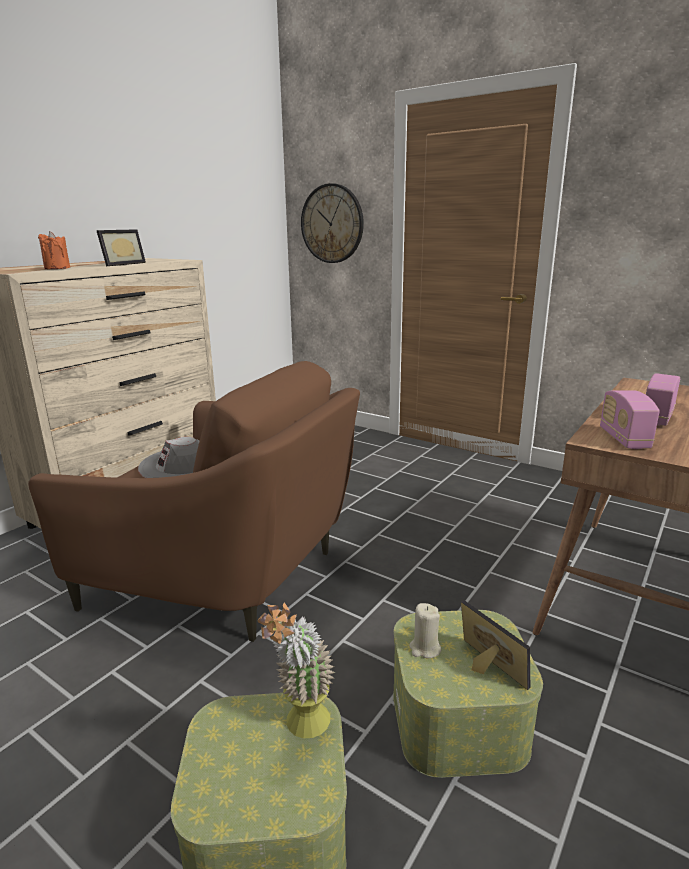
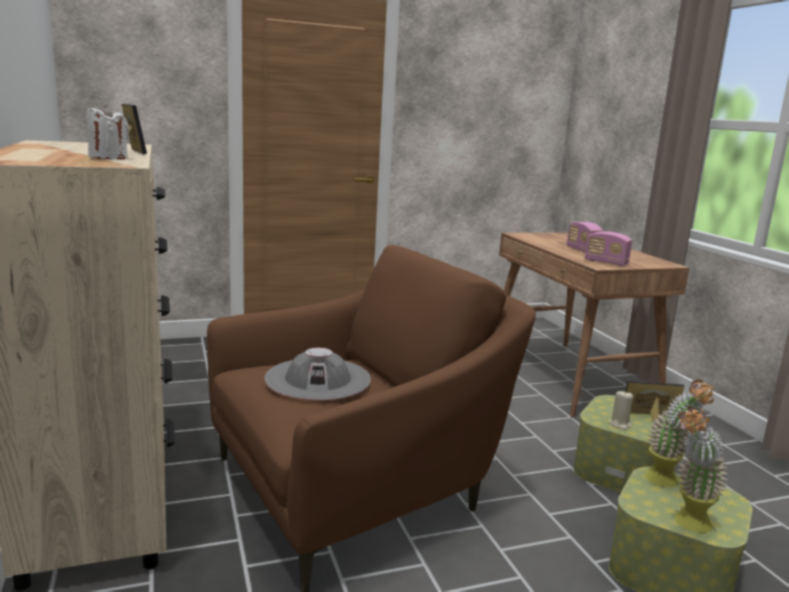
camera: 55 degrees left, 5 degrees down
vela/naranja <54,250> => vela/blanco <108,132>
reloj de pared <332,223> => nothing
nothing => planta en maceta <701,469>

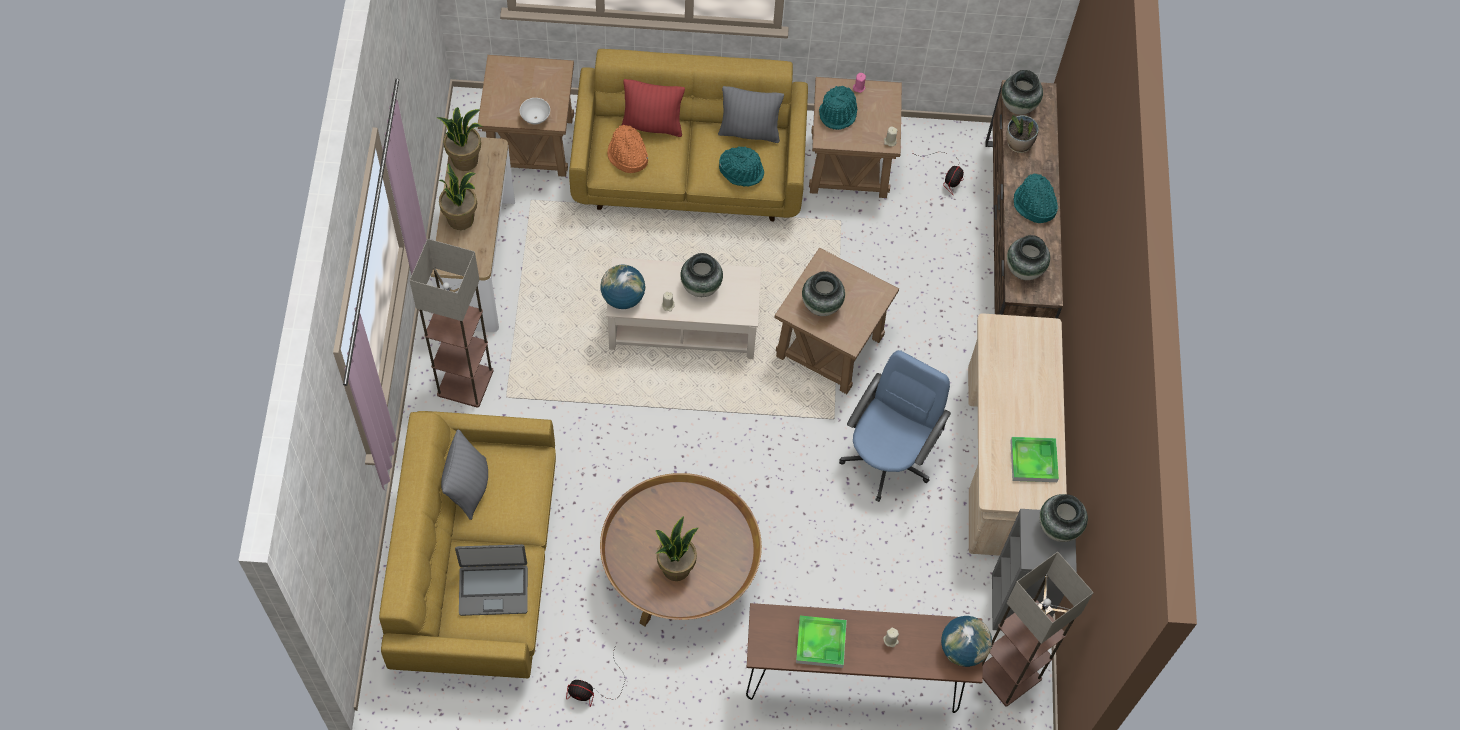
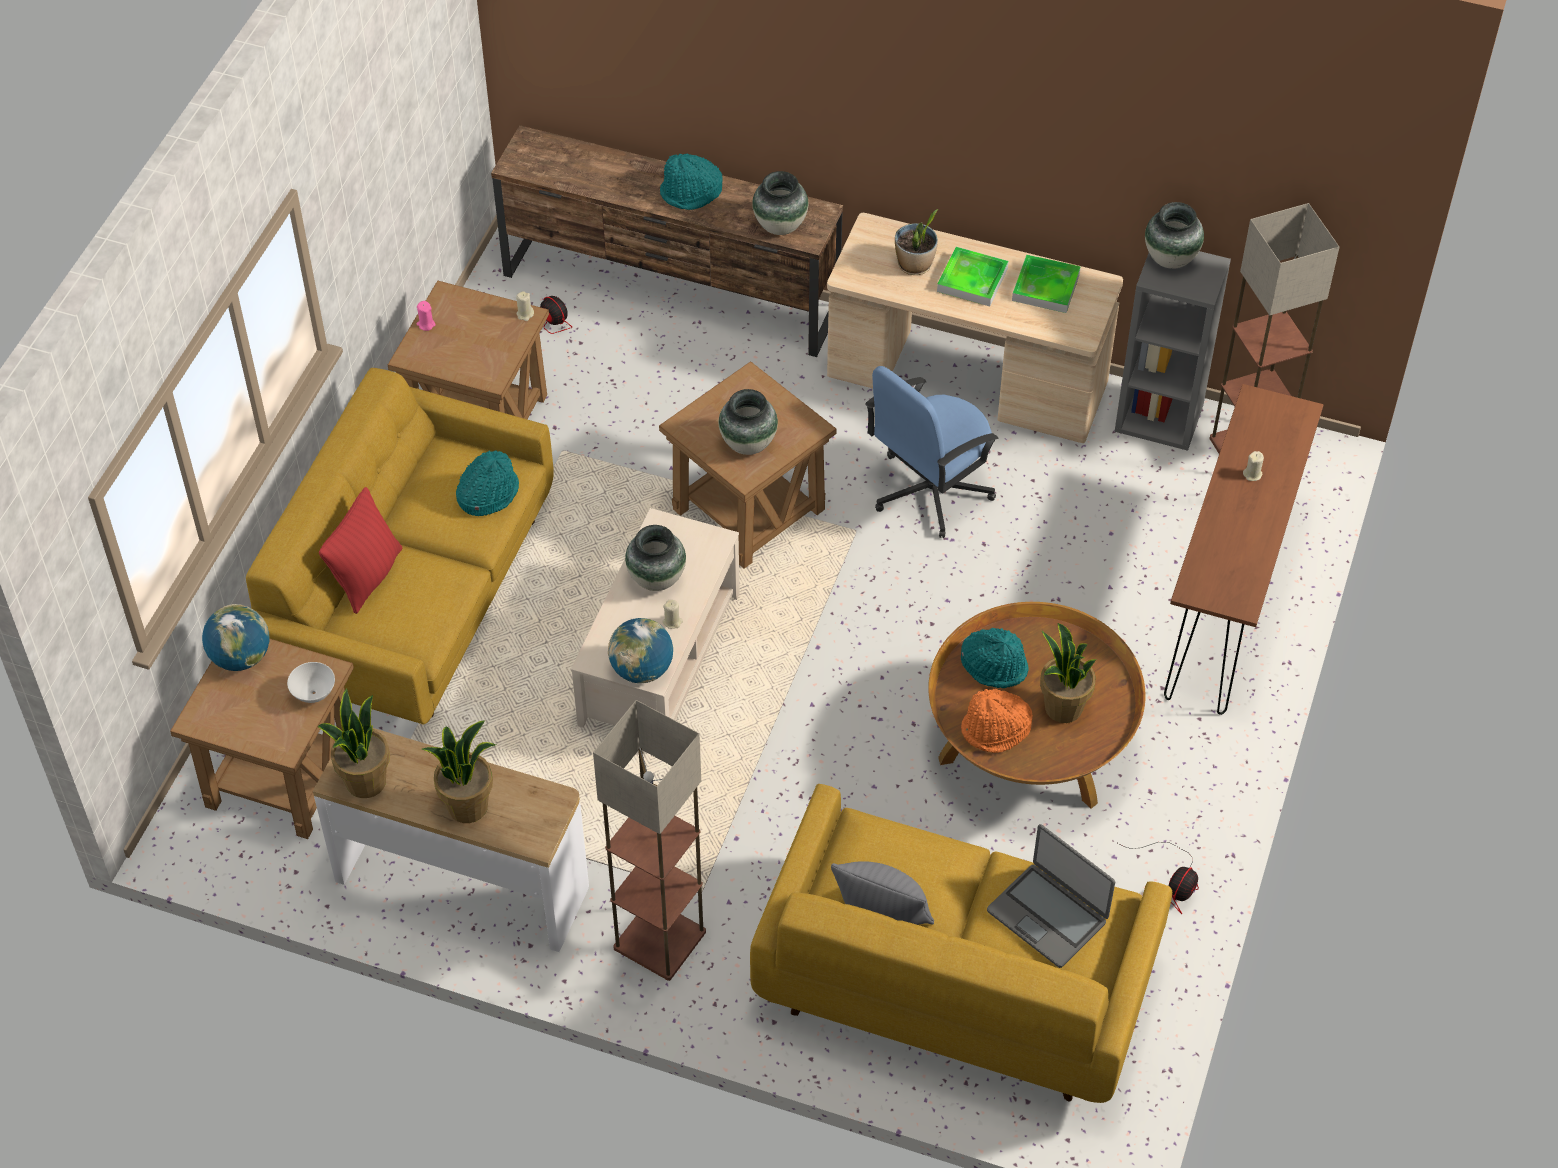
camera: 70 degrees left, 10 degrees down
portátil <491,580> => portátil <1051,896>, 120 degrees clockwise
sombrero/naranja <627,149> => sombrero/naranja <997,721>, move
cojín/gris <751,114> => nothing
bandeja <821,641> => bandeja <973,276>, move
sombrero/turquesa <838,108> => sombrero/turquesa <994,658>, move
silla de oficina/azul <895,426> => silla de oficina/azul <932,452>, 90 degrees counterclockwise
globo terráqueo <966,641> => globo terráqueo <235,637>, move
florero <1022,92> => nothing
planta en maceta <1023,134> => planta en maceta <916,242>, move

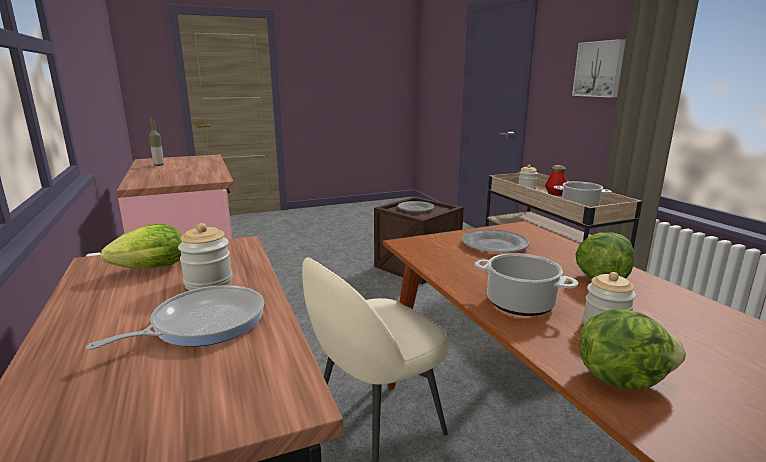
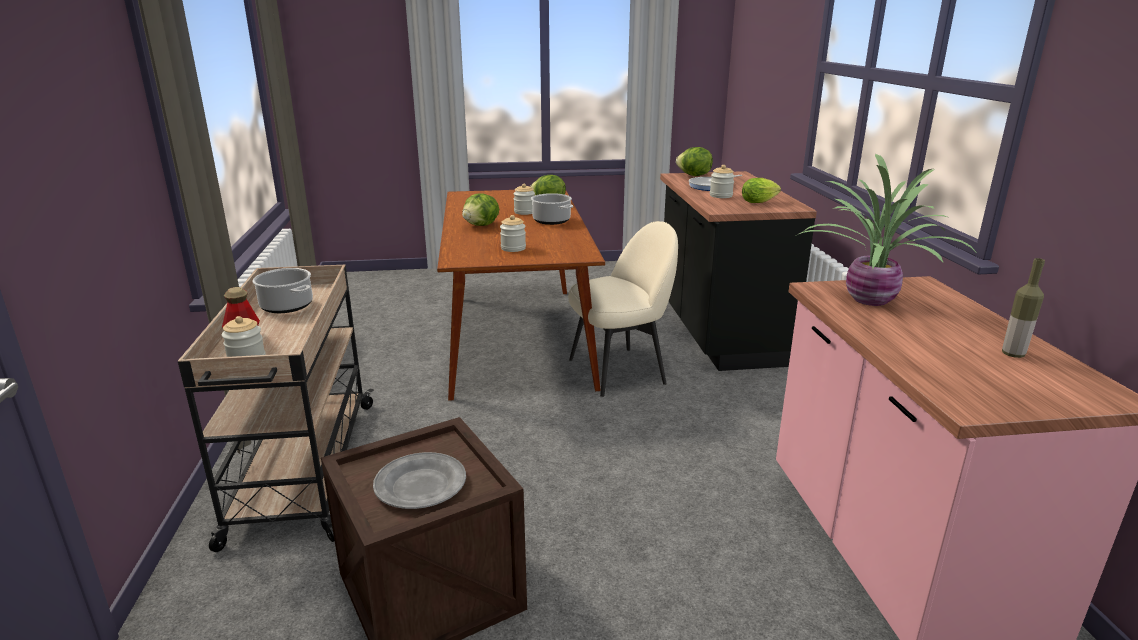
camera: 165 degrees left, 5 degrees up
plato/gris <495,241> => tarro <513,233>
cuadro <599,68> => nothing
nothing => lechuga <694,161>
nothing => planta en maceta <886,230>

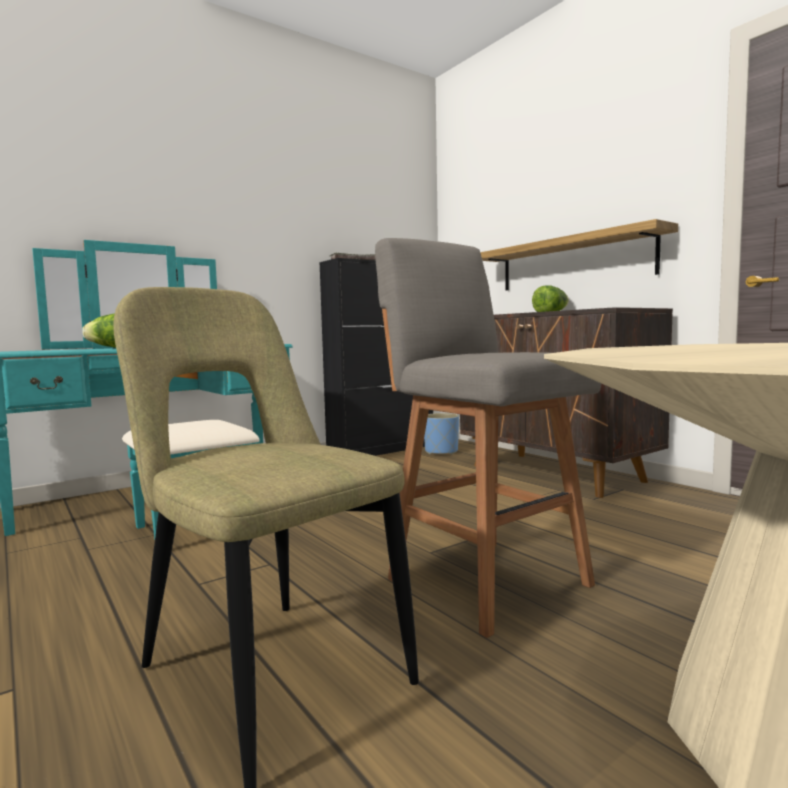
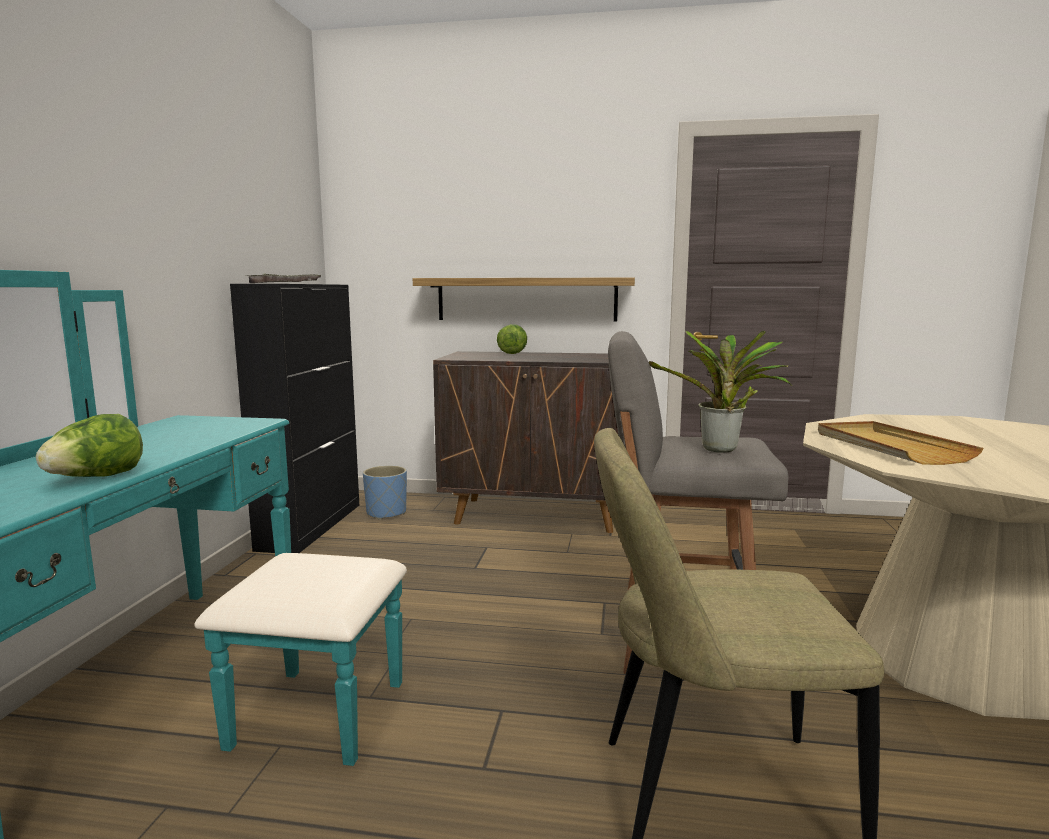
camera: 45 degrees left, 5 degrees up
nothing => planta en maceta <720,392>
nothing => bandeja/beis <900,443>

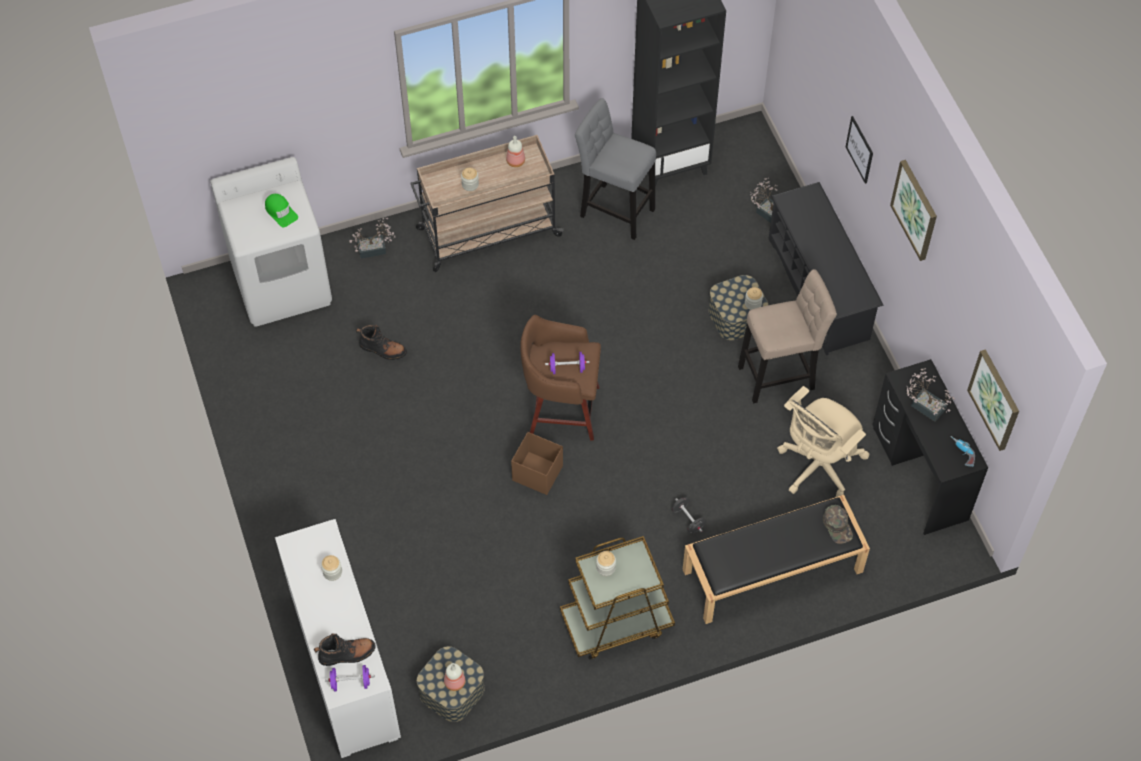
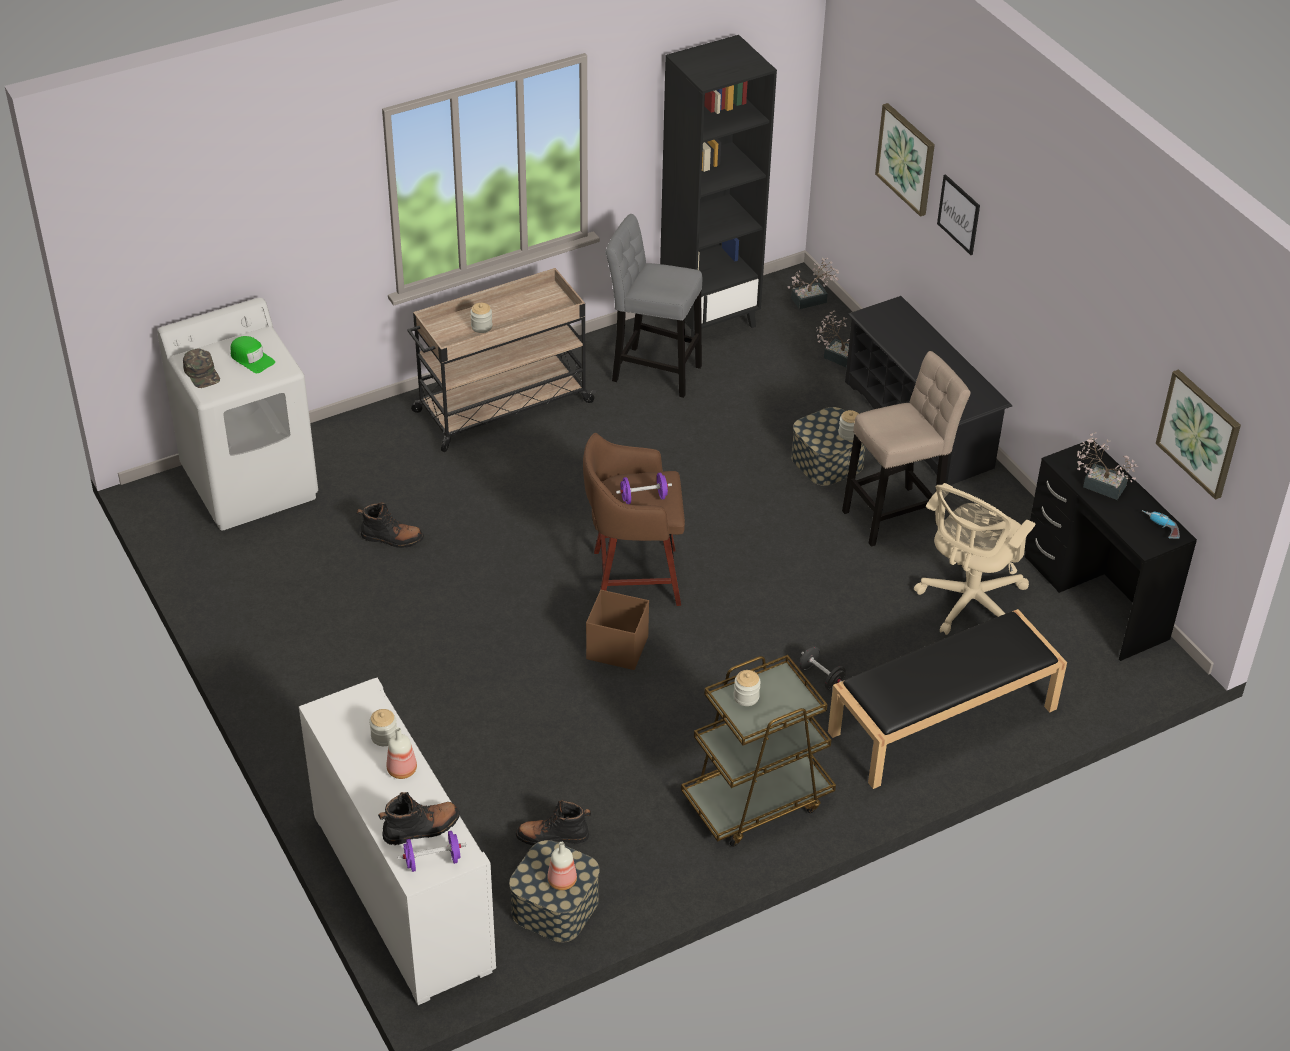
camera: 10 degrees left, 15 degrees down
planta en maceta <372,238> => planta en maceta <813,283>, move
botella <515,151> => botella <402,753>, move
gorra/verde <838,524> => gorra/verde <201,368>, move
cuadro <913,210> => cuadro <905,160>, move
nothing => bota/negro <553,822>

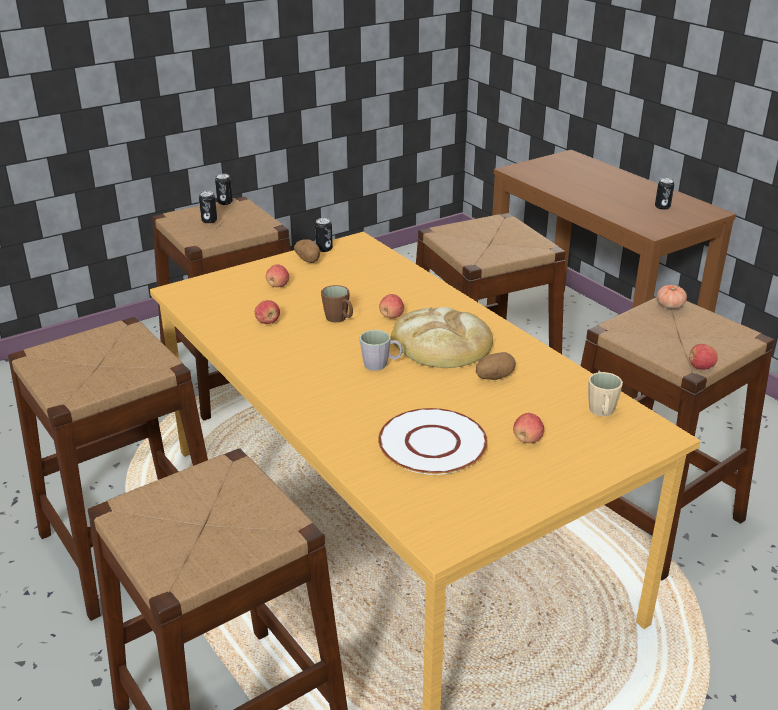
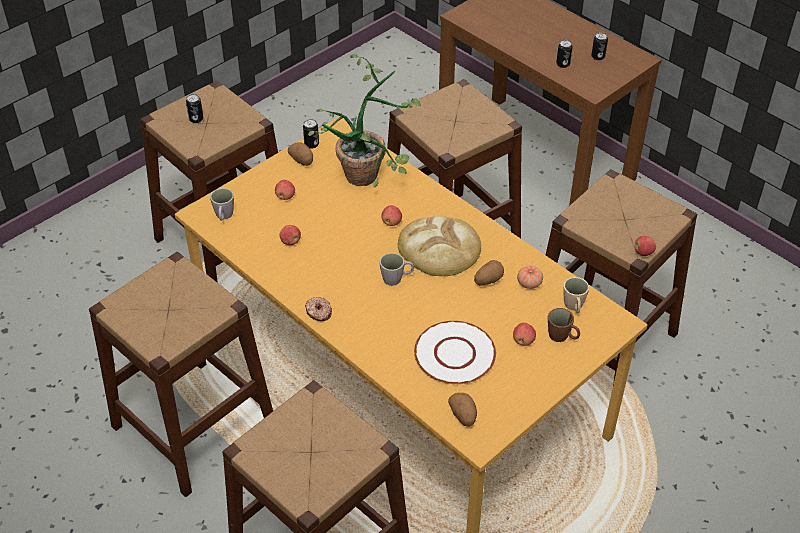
camera: 10 degrees left, 15 degrees up
lata <224,189> => lata <564,54>, move
taza grande/marrón <337,303> => taza grande/marrón <564,325>, move
tomate <672,297> => tomate <530,277>, move
nothing => taza grande/gris <222,204>
nothing => rosquilla <318,309>
nothing => planta en maceta <364,120>
nothing => patata <462,410>

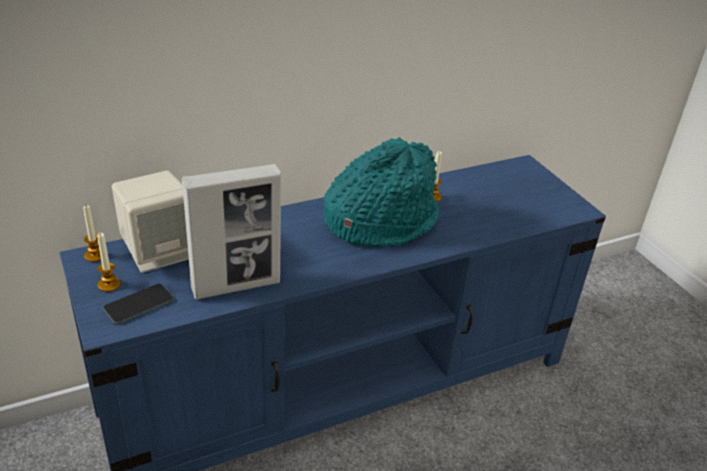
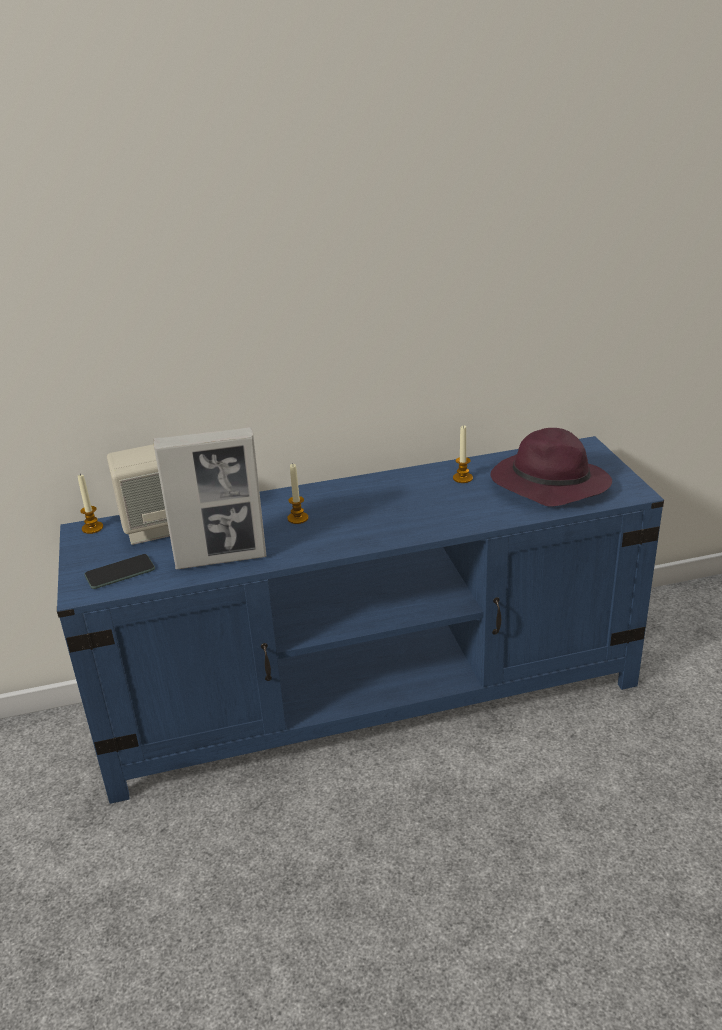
camera: 15 degrees right, 5 degrees down
vela <109,262> => vela <297,494>, move
sombrero/turquesa <381,192> => nothing
nothing => sombrero/morado <551,467>

